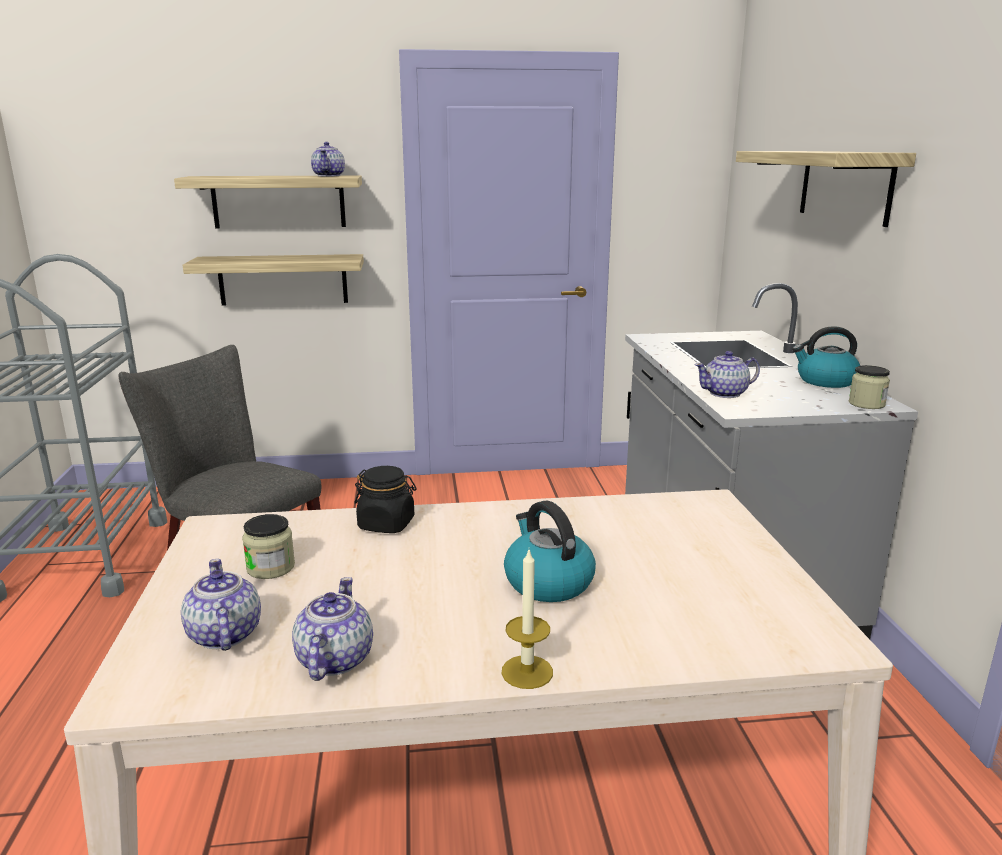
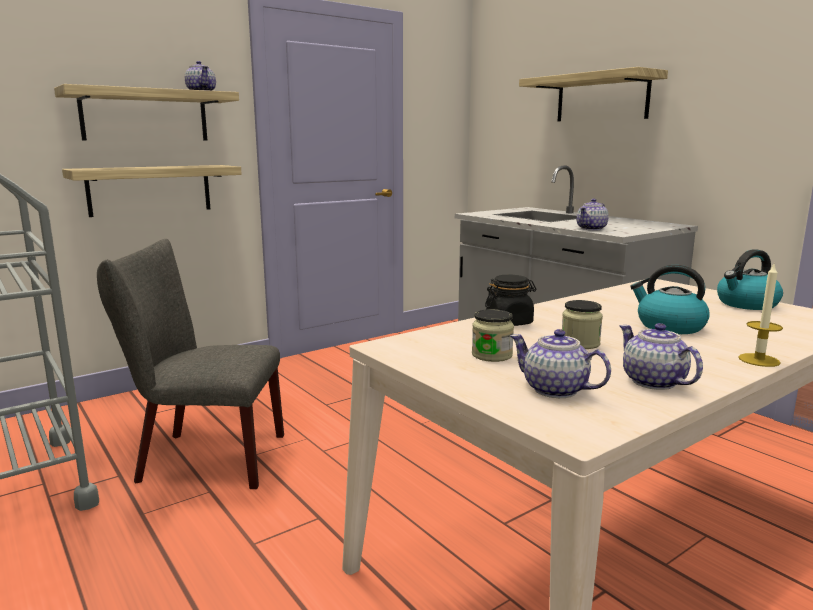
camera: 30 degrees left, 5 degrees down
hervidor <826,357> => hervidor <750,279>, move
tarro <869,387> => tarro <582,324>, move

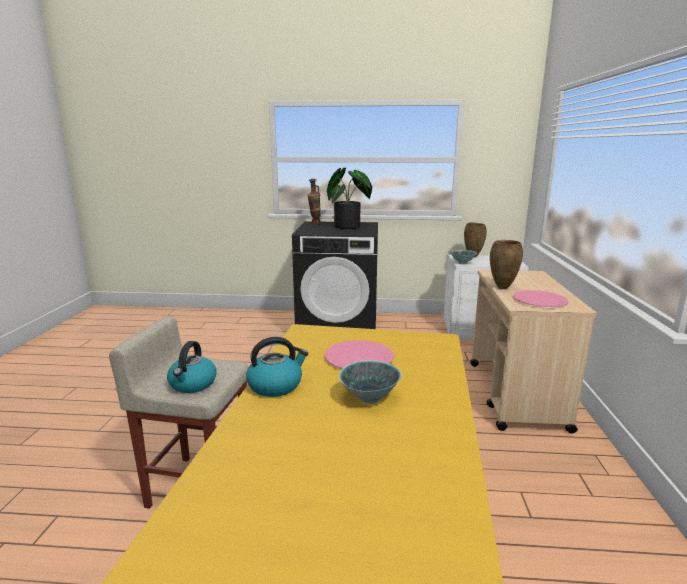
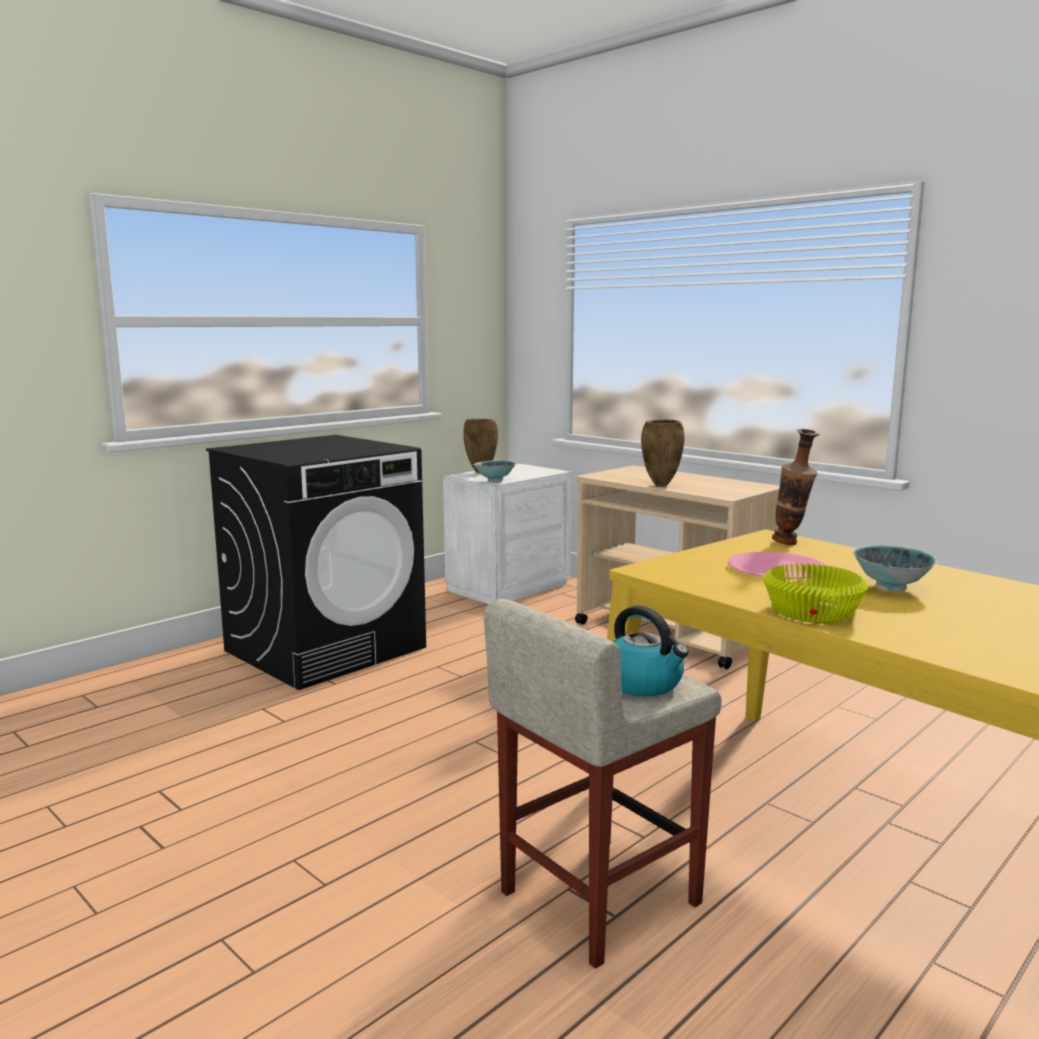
camera: 50 degrees left, 5 degrees down
hervidor <277,367> => cuenco/amarillo <816,593>
florero <314,201> => florero <796,487>, move
planta en maceta <349,198> => nothing
plato/rosa <540,298> => nothing

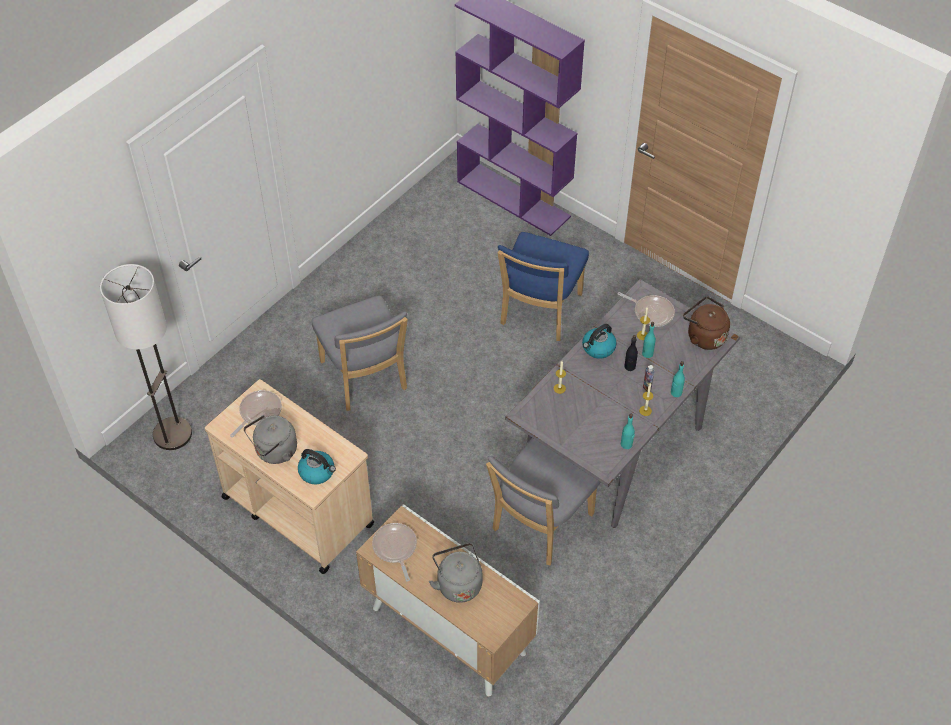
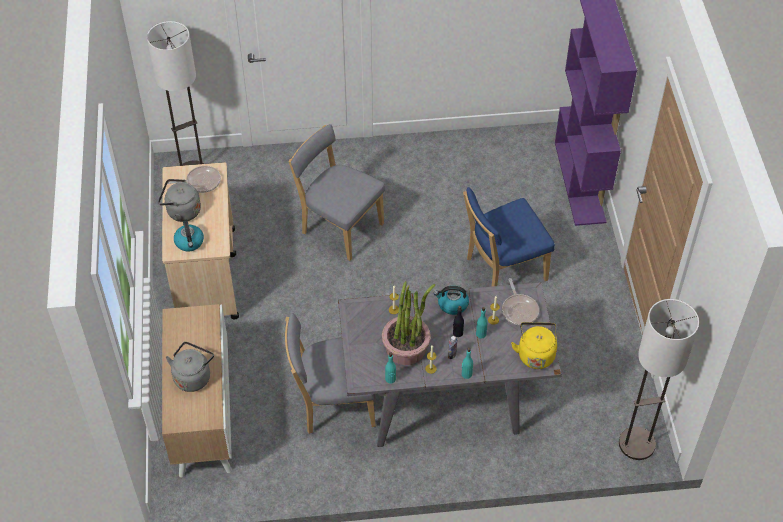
camera: 45 degrees right, 0 degrees up
silla/gris <360,353> => silla/gris <337,192>, 105 degrees clockwise
sartén <394,552> => nothing
hervidor/marrón <706,323> => hervidor/amarillo <534,345>
nothing => planta en maceta <408,323>
nothing => lámpara de pie <659,379>

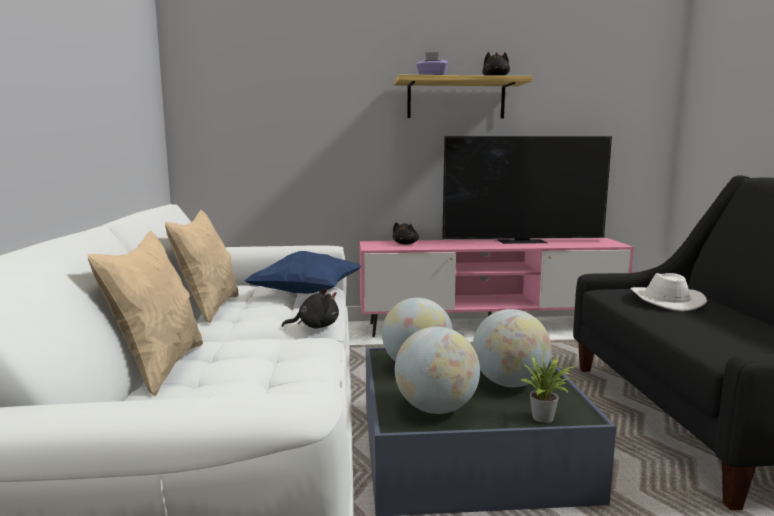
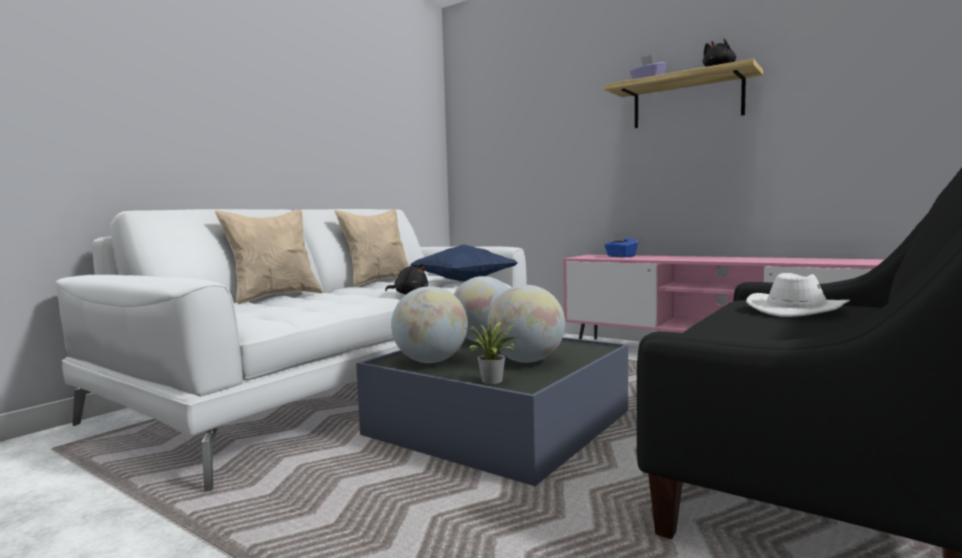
camera: 40 degrees right, 5 degrees down
peluche/negro <406,233> => caja de pañuelos/azul <621,245>
televisor <527,190> => nothing

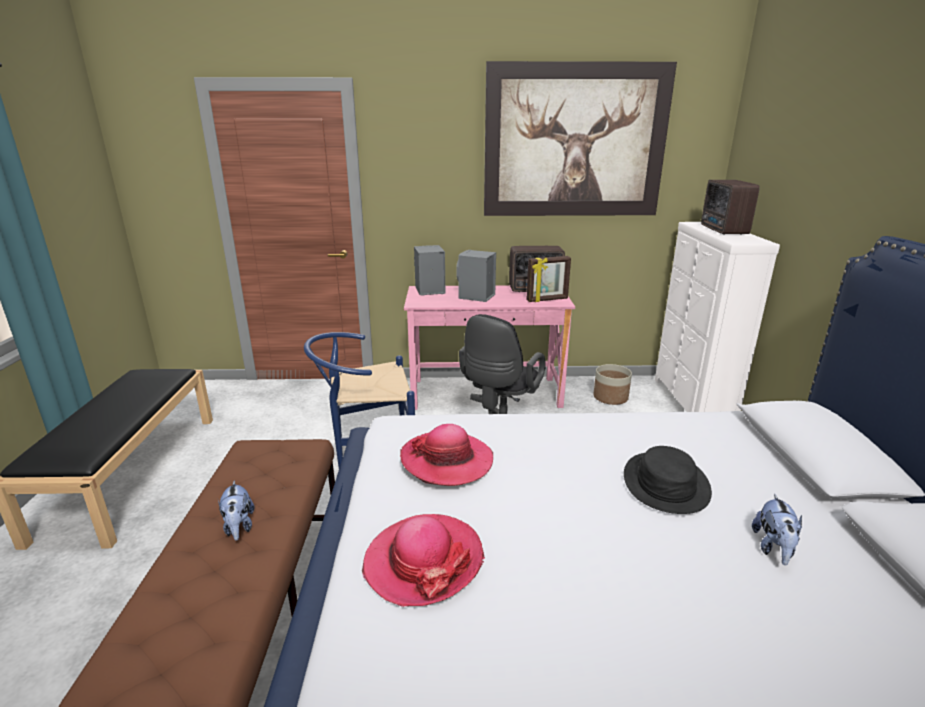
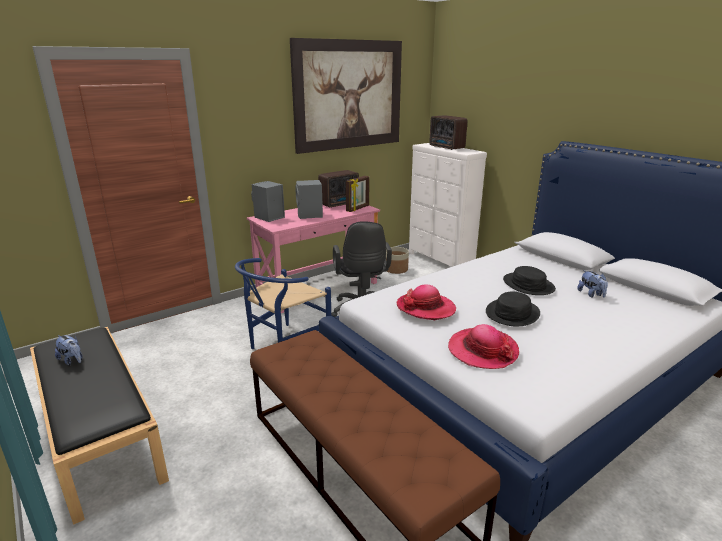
camera: 35 degrees left, 0 degrees up
peluche <236,511> => peluche <69,350>, move
nothing => sombrero/negro <513,308>

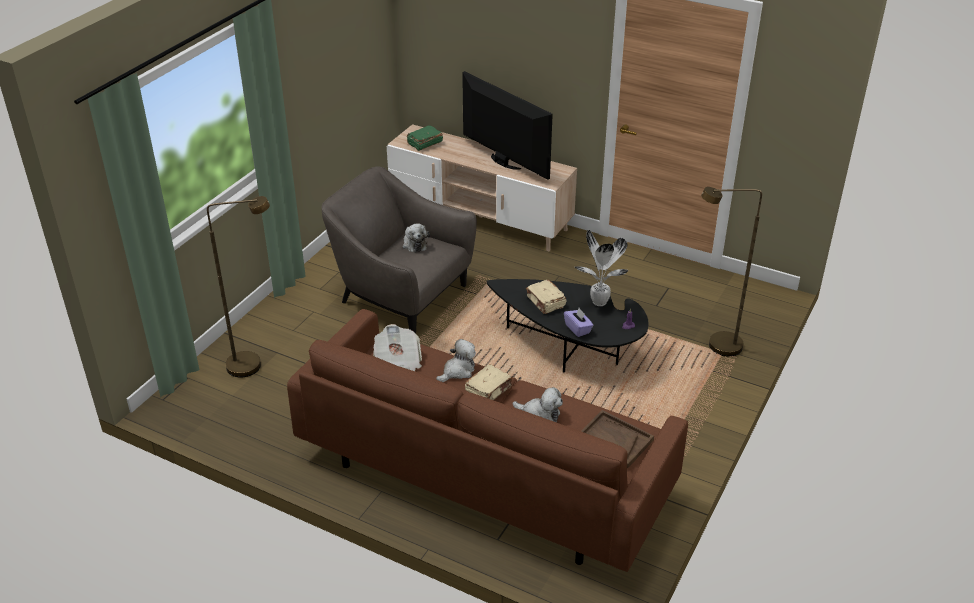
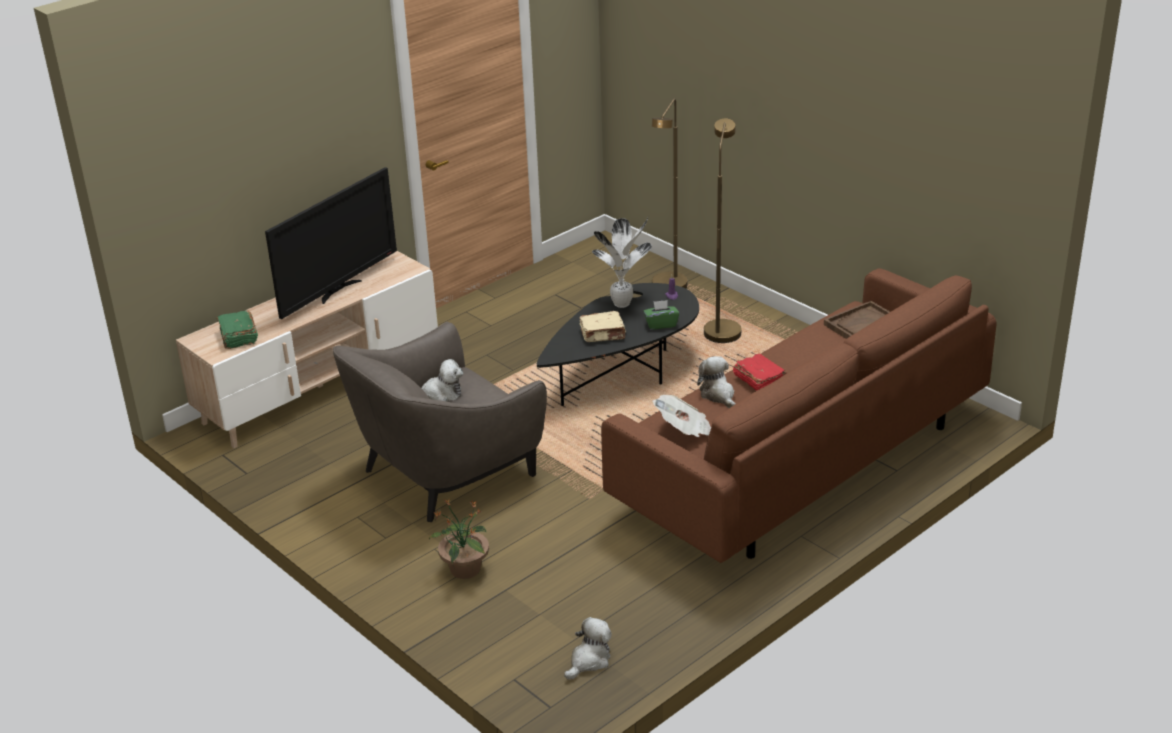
camera: 70 degrees left, 5 degrees down
lámpara de pie/marrón <238,287> => lámpara de pie/marrón <722,231>, move
televisor <507,125> => televisor <331,243>, 150 degrees clockwise
libro/beis <488,382> => libro/rojo <760,372>
peluche <538,404> => peluche <588,648>, move
caja de pañuelos/morado <578,322> => caja de pañuelos/verde <661,315>
nothing => planta en maceta <459,539>

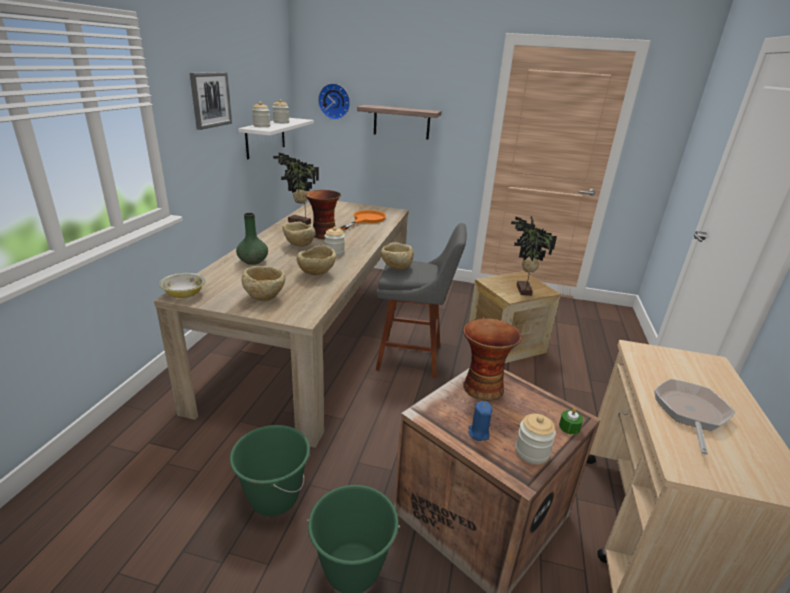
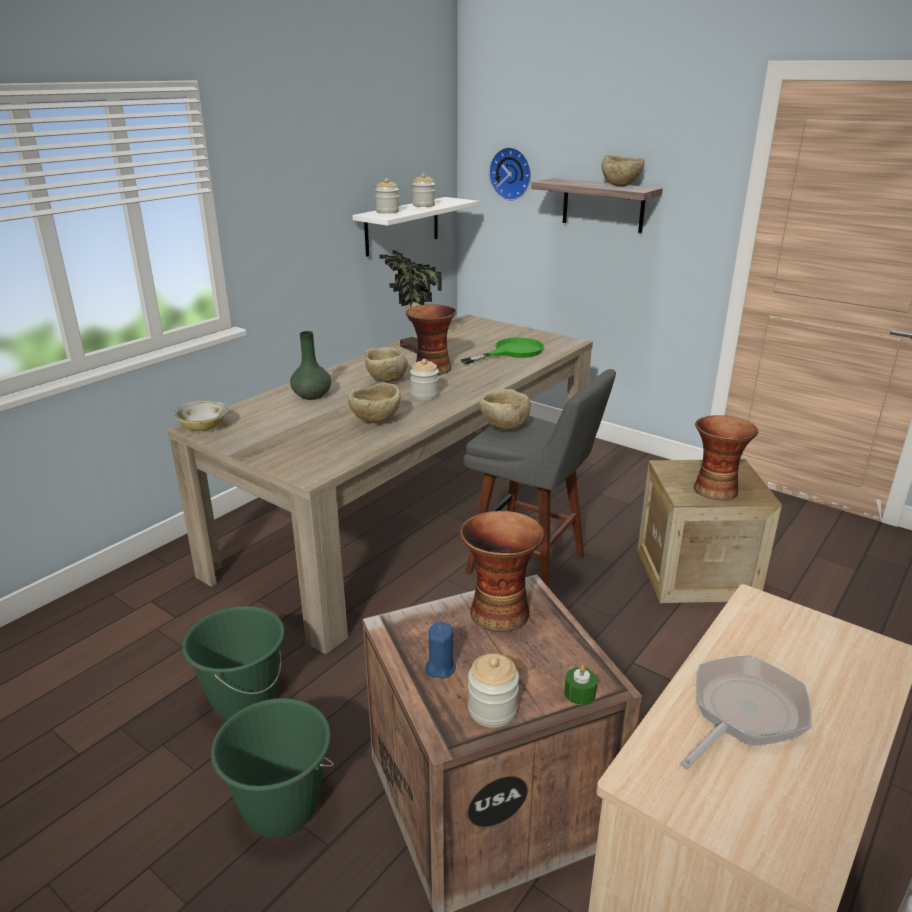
camera: 25 degrees right, 0 degrees up
cuadro <211,101> => nothing
cuenco/beis <263,283> => cuenco/beis <623,171>, move
sartén/naranja <363,220> => sartén/verde <502,351>
planta en maceta <534,256> => florero <726,457>

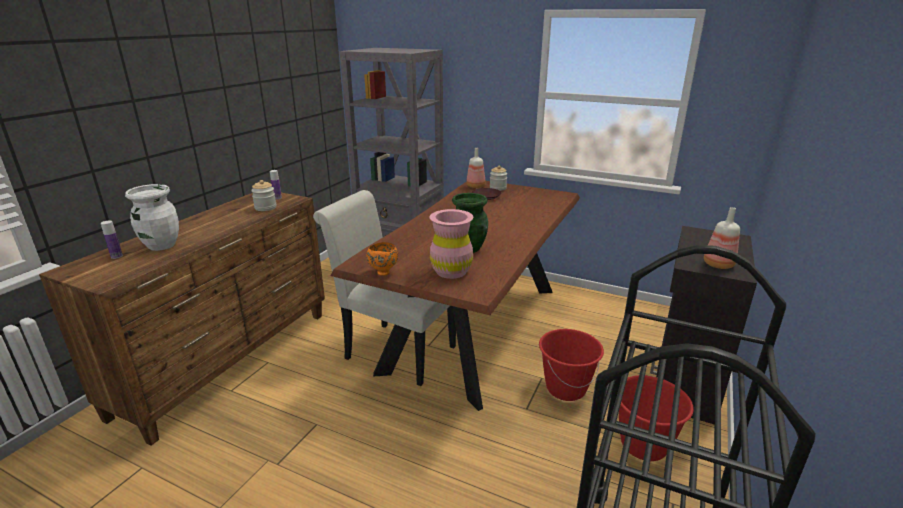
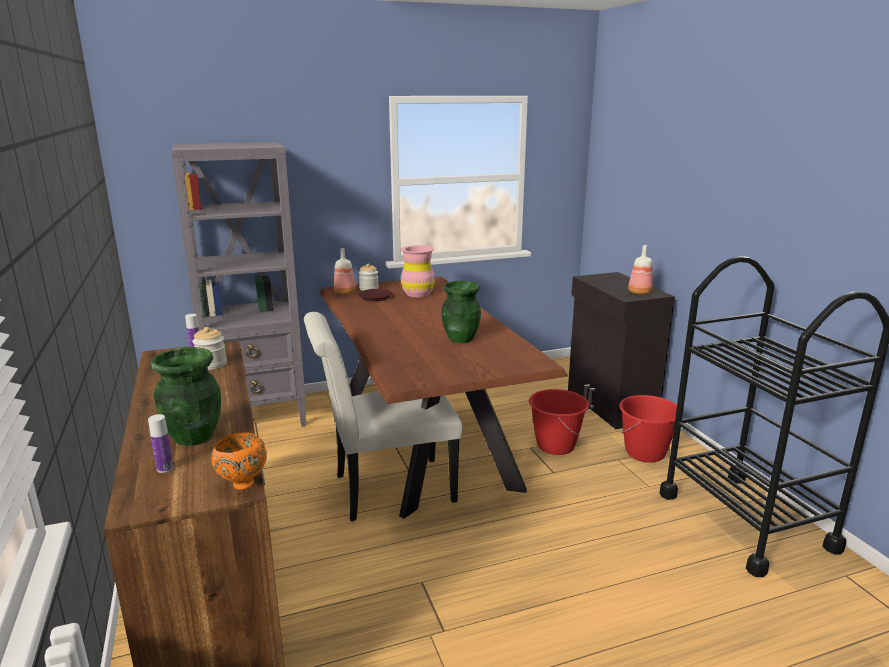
camera: 45 degrees left, 5 degrees down
florero/blanco <152,217> => florero/verde <186,396>
cuenco/naranja <382,259> => cuenco/naranja <239,461>, move
florero/rosa <452,244> => florero/rosa <418,271>, move

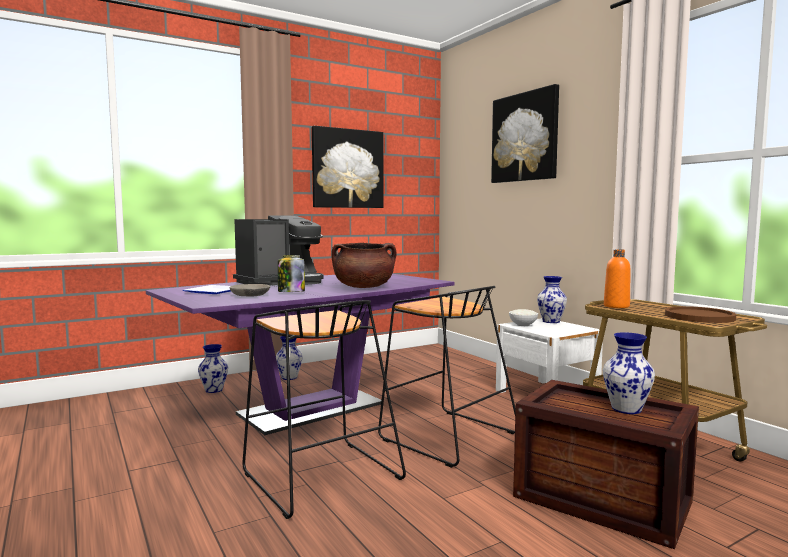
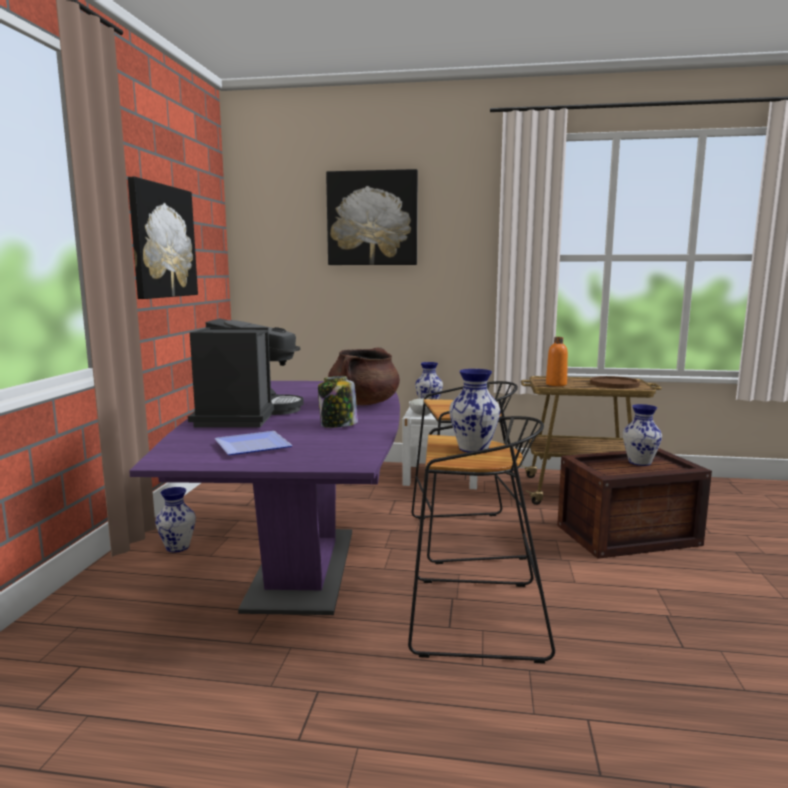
camera: 50 degrees left, 5 degrees up
florero <213,368> => florero <474,411>, move
cuenco/gris <249,290> => nothing

